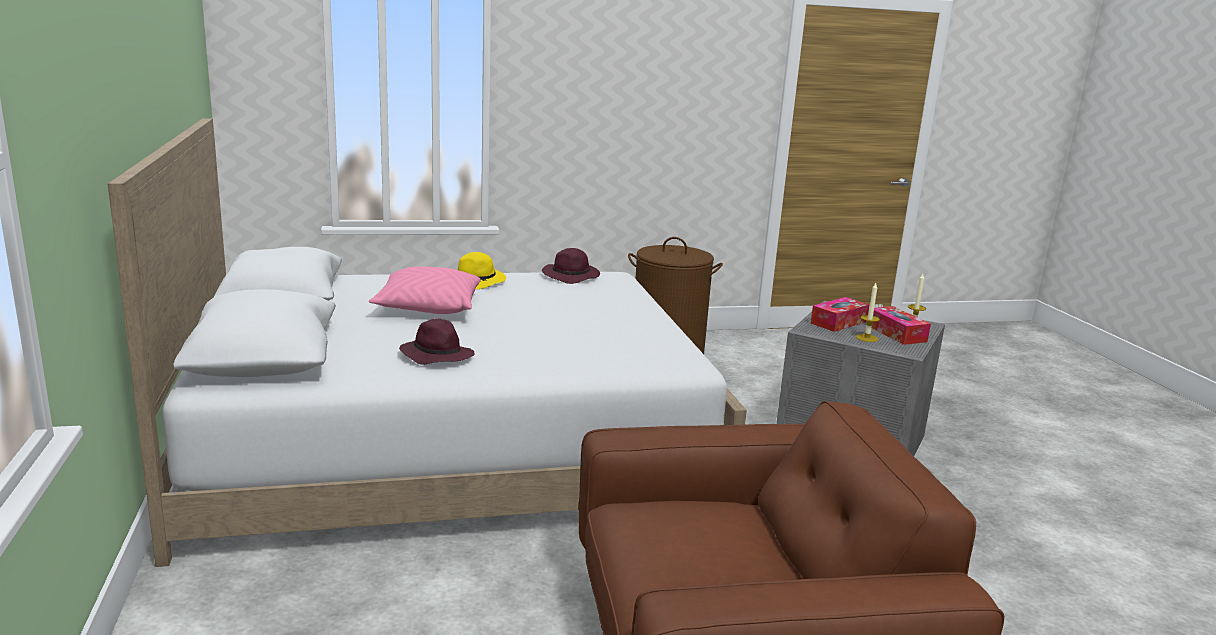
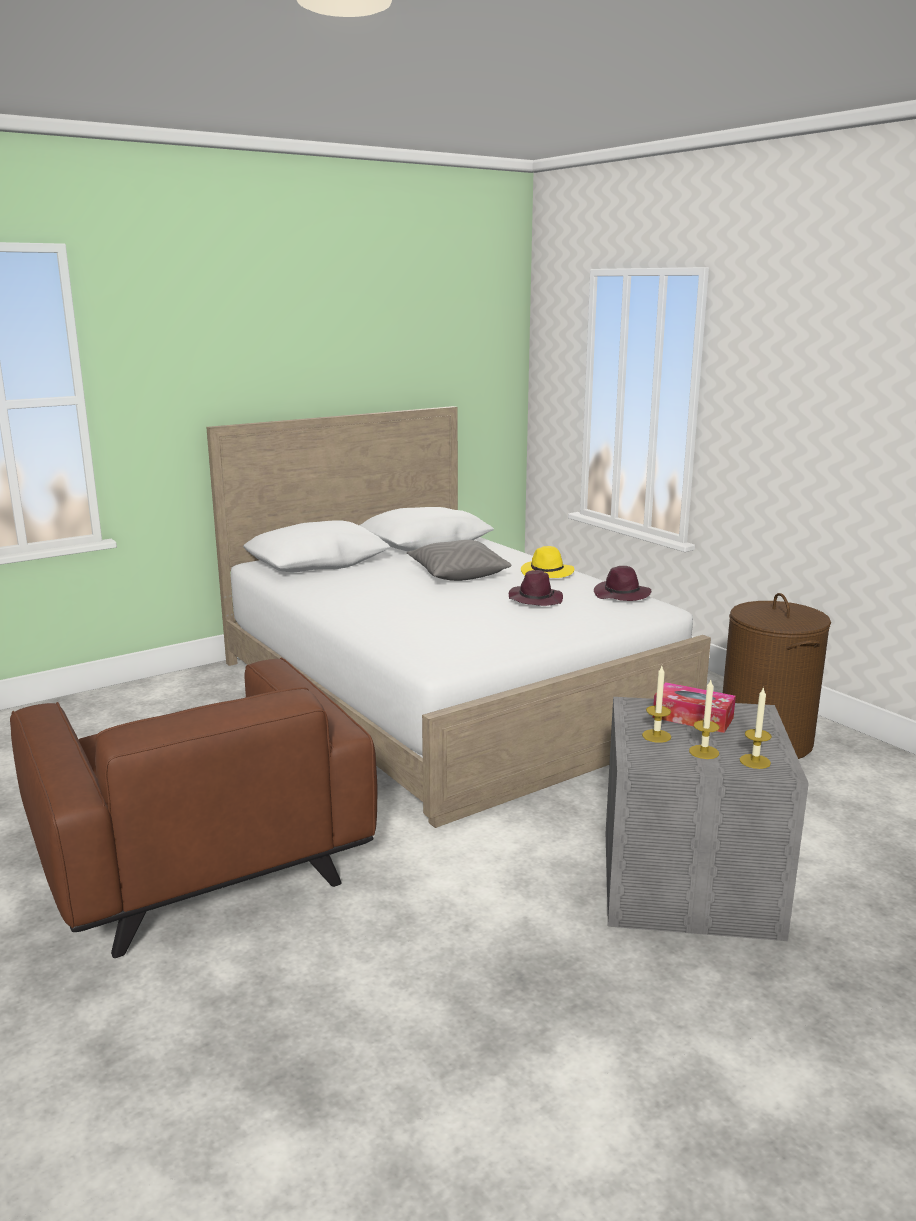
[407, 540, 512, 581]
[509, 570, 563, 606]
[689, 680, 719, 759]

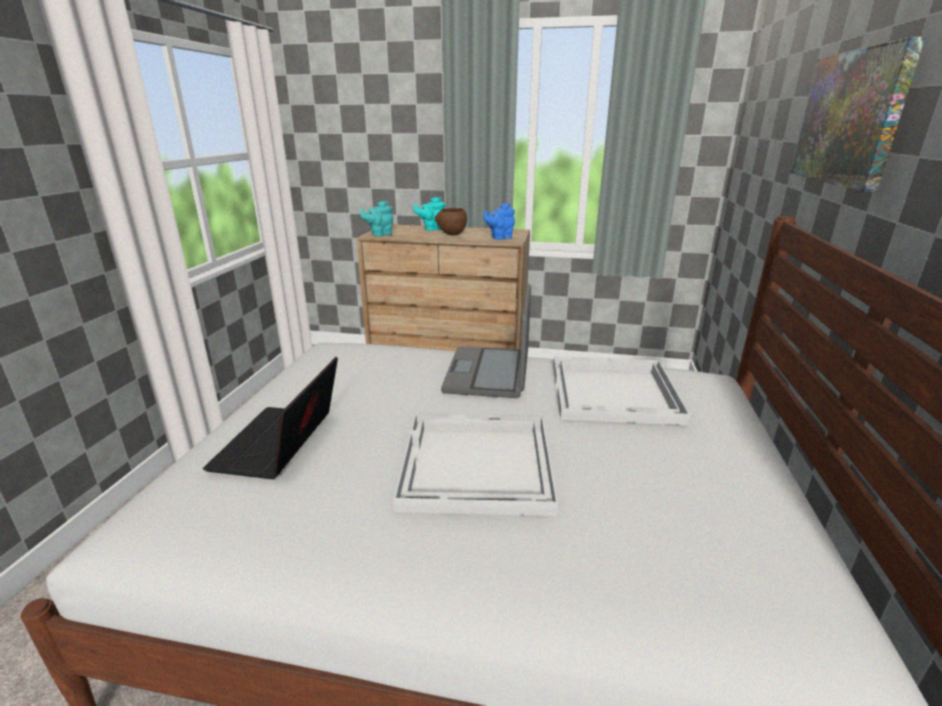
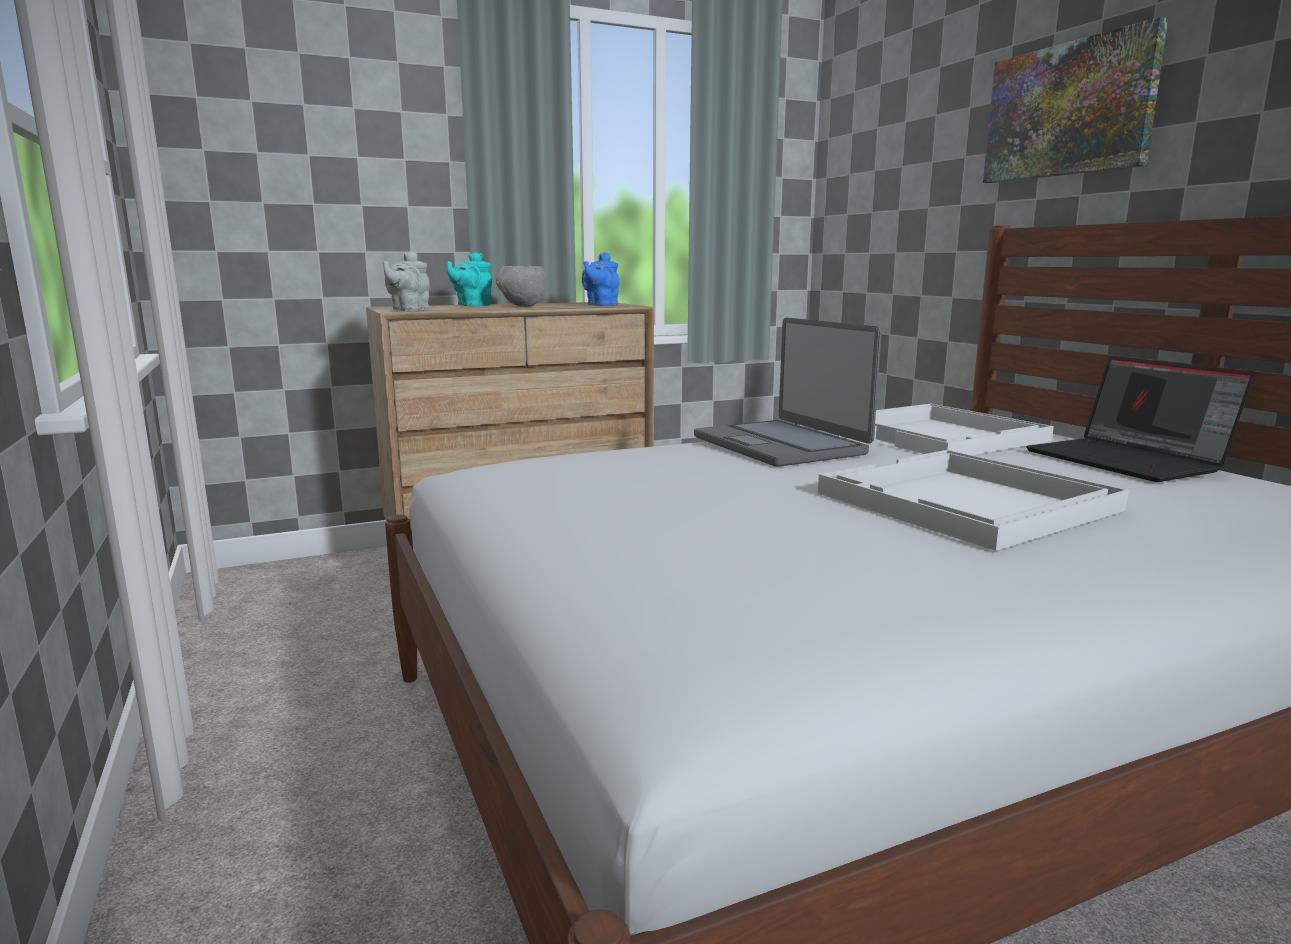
[383, 251, 430, 311]
[495, 266, 547, 307]
[1026, 357, 1254, 482]

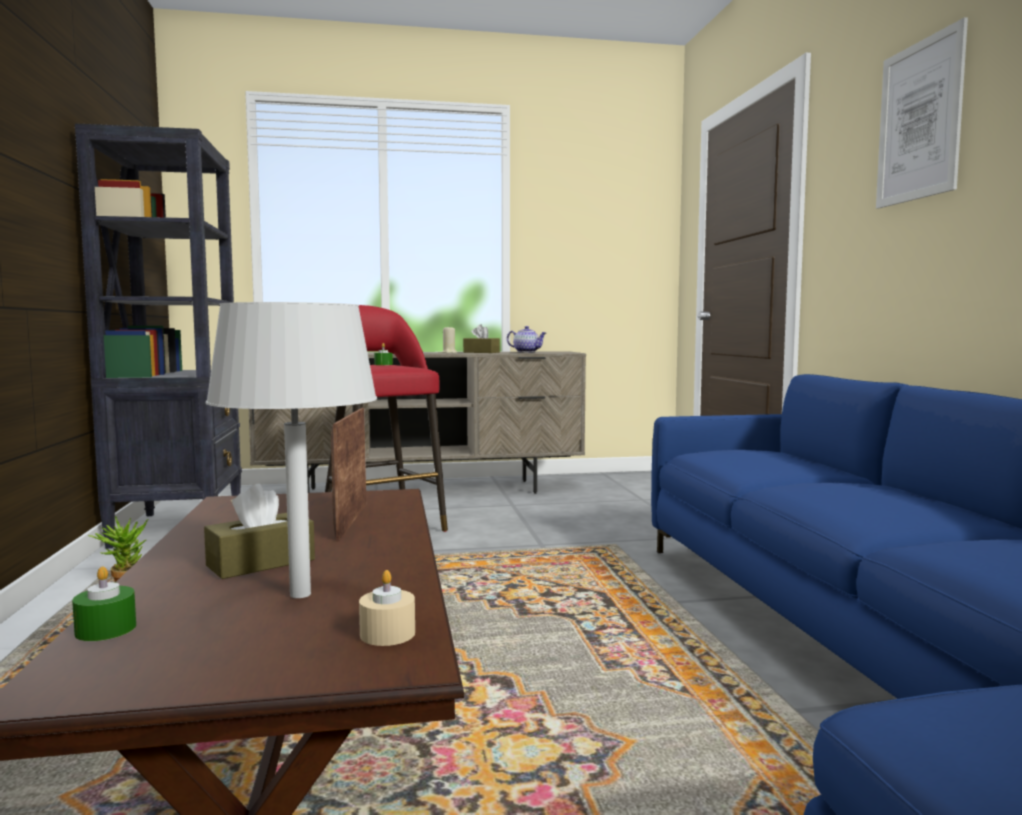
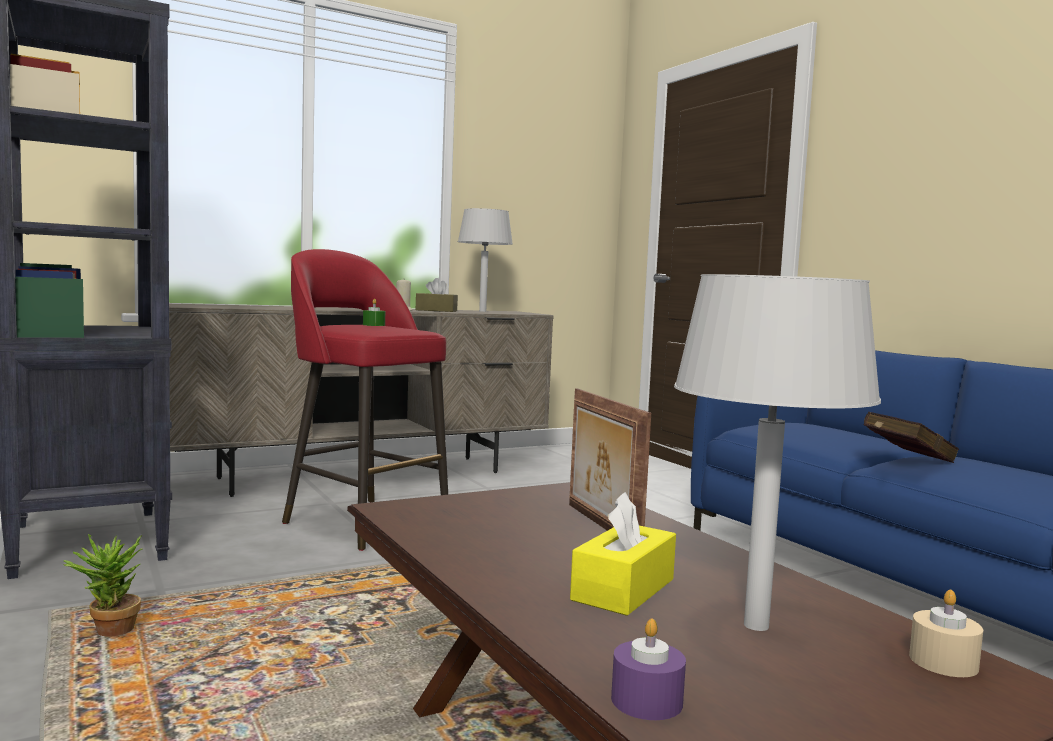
[458, 208, 513, 312]
[570, 492, 676, 616]
[611, 619, 686, 720]
[864, 412, 959, 463]
[876, 17, 968, 209] (first image)

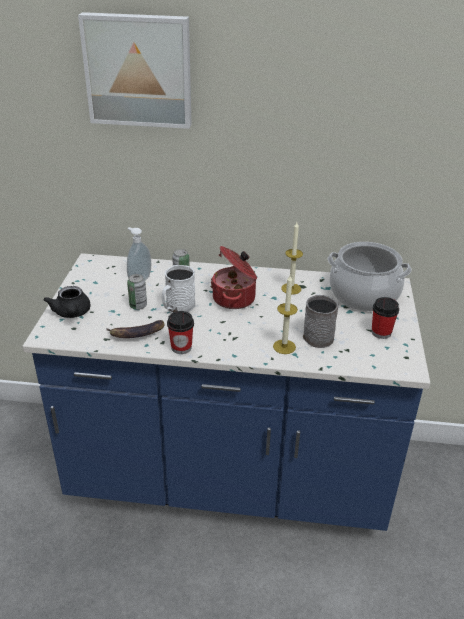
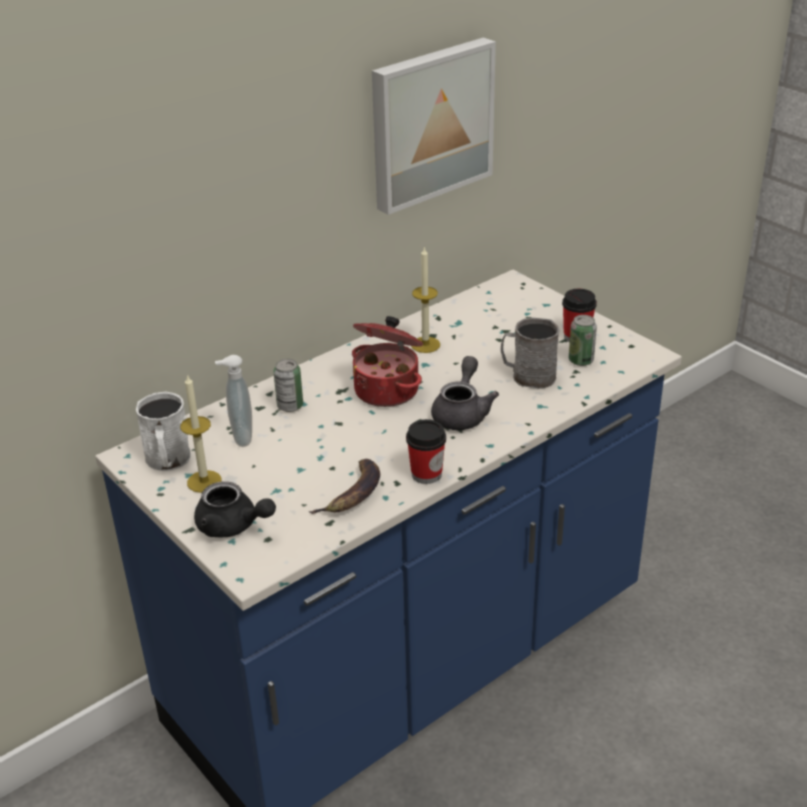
[136, 392, 191, 471]
[180, 374, 222, 493]
[372, 37, 496, 215]
[431, 356, 499, 430]
[569, 315, 597, 366]
[327, 242, 412, 312] (first image)

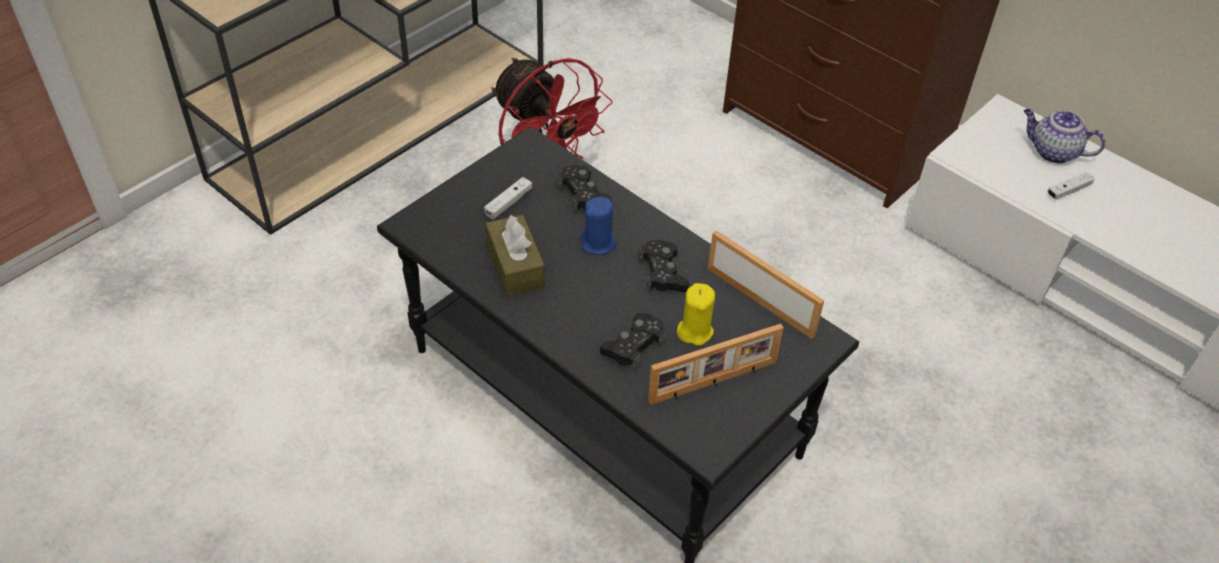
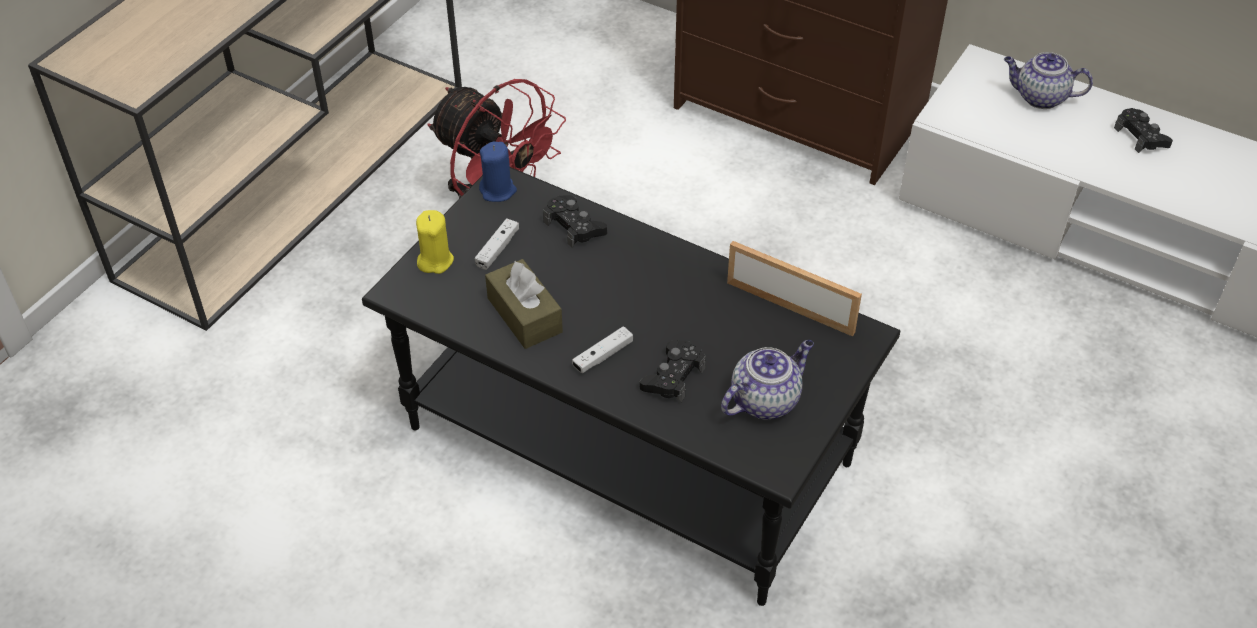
[416, 210, 454, 274]
[479, 142, 517, 202]
[572, 327, 633, 373]
[721, 340, 814, 420]
[1114, 108, 1173, 153]

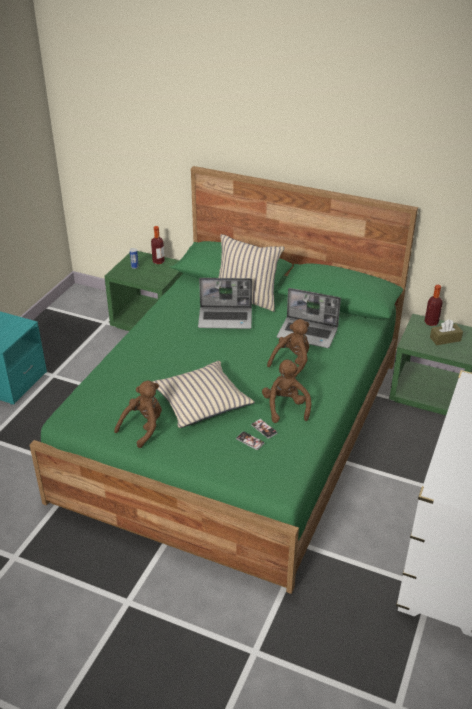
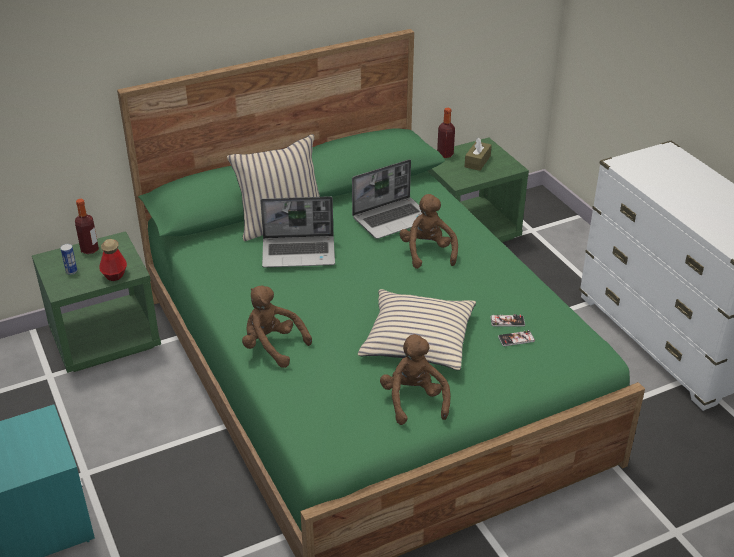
[99, 239, 127, 281]
[242, 285, 312, 368]
[260, 196, 335, 267]

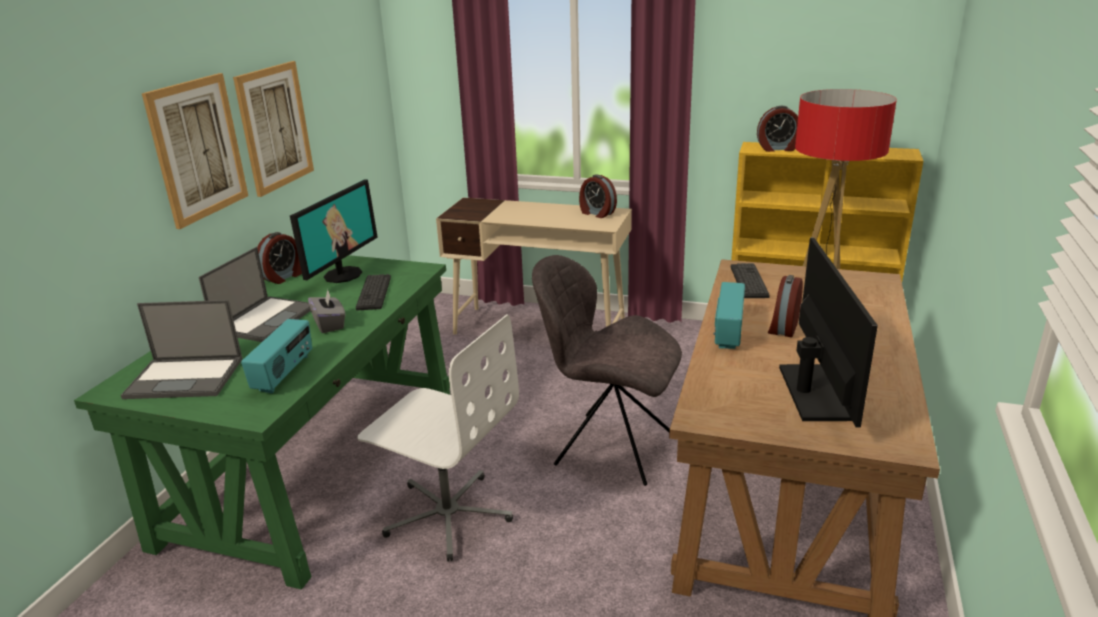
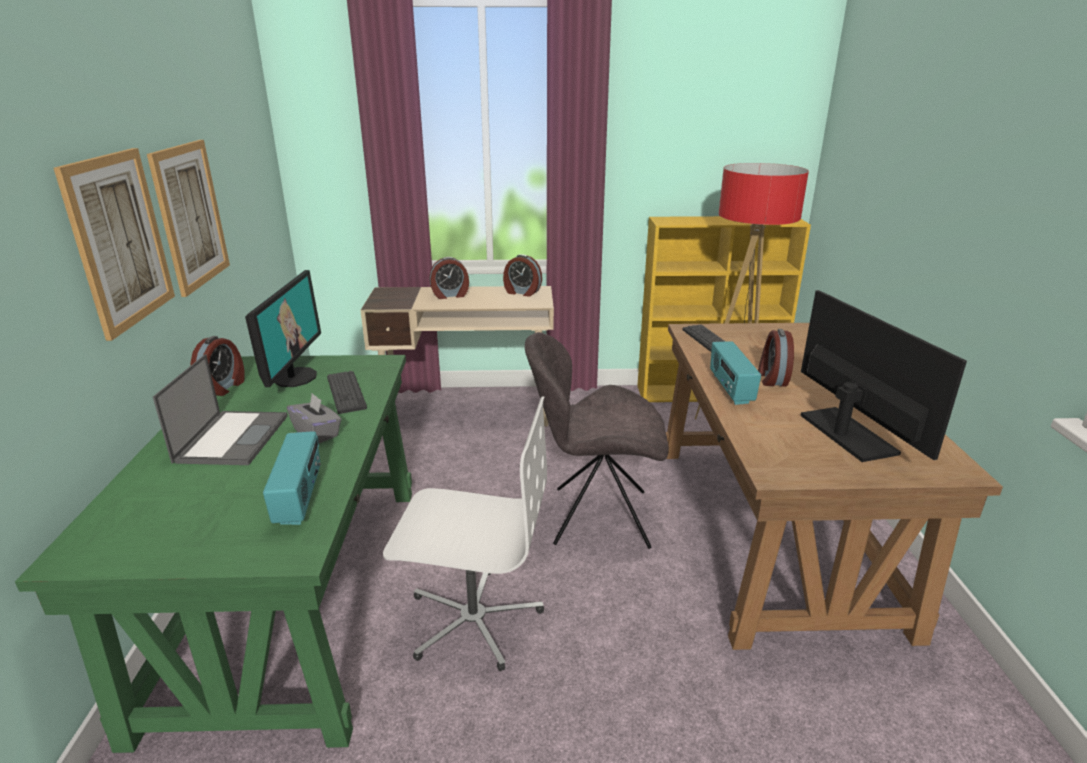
[429, 257, 469, 299]
[121, 300, 242, 399] (first image)

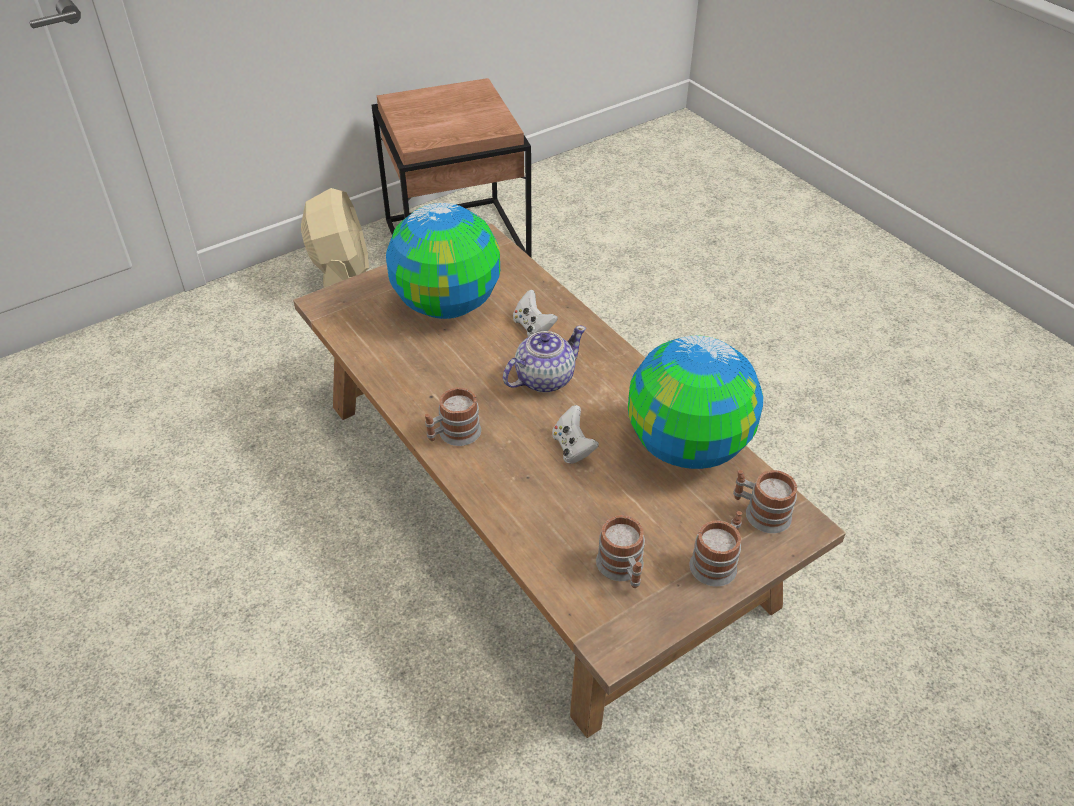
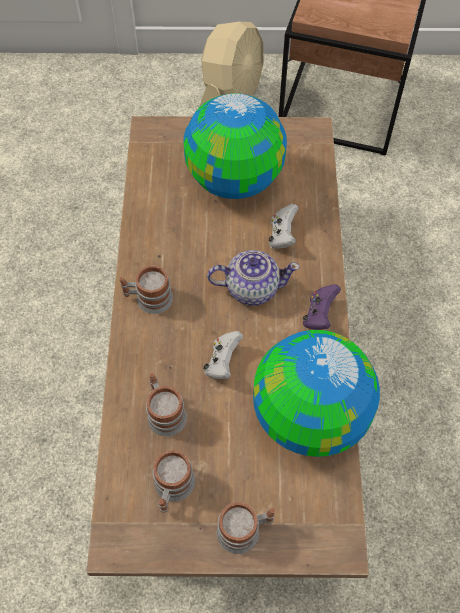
[146, 373, 187, 437]
[303, 284, 341, 330]

